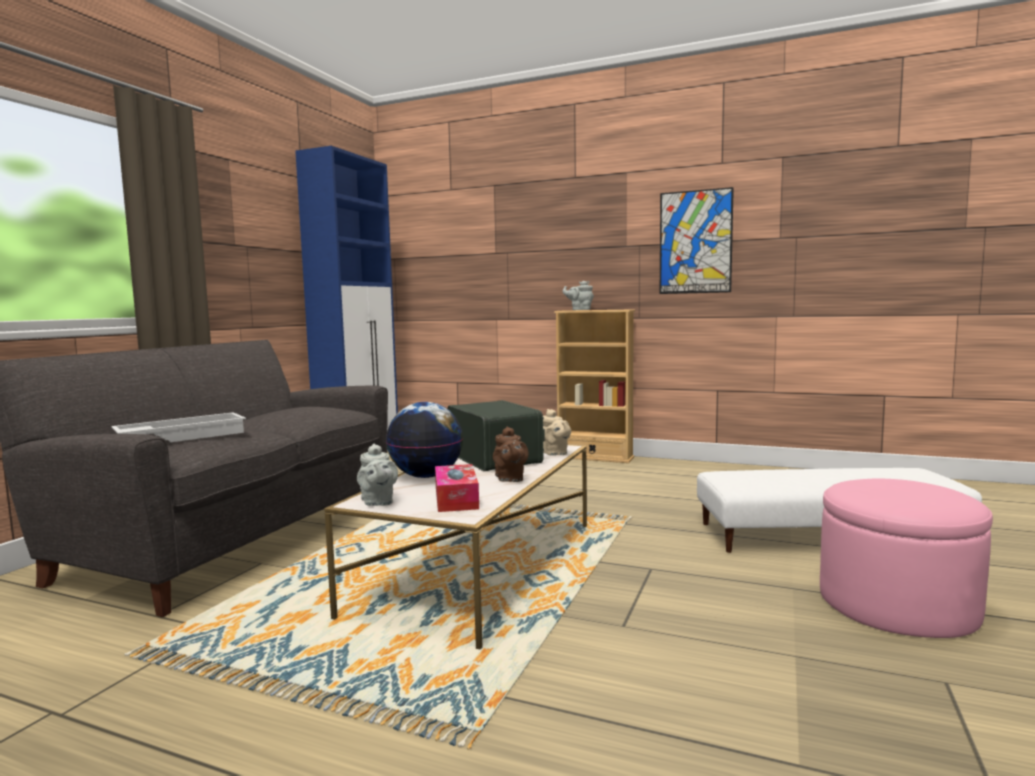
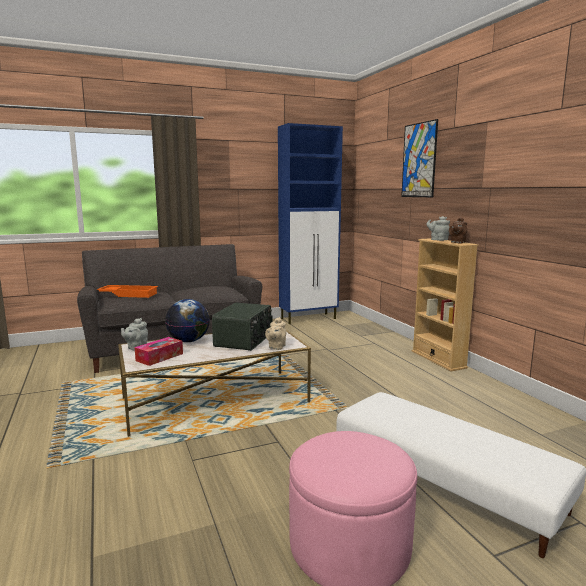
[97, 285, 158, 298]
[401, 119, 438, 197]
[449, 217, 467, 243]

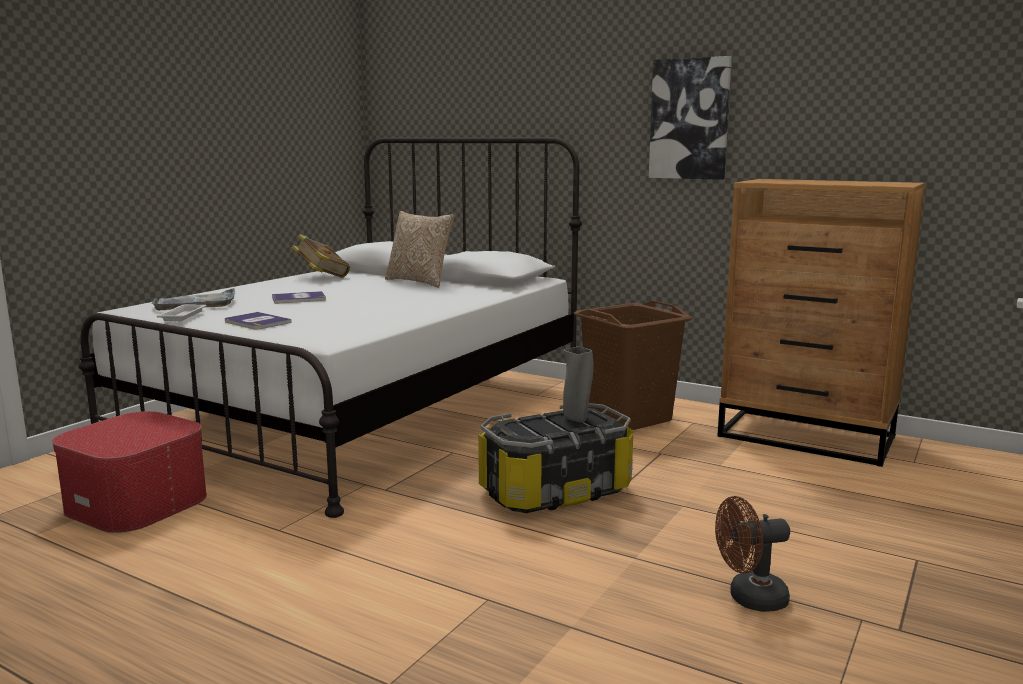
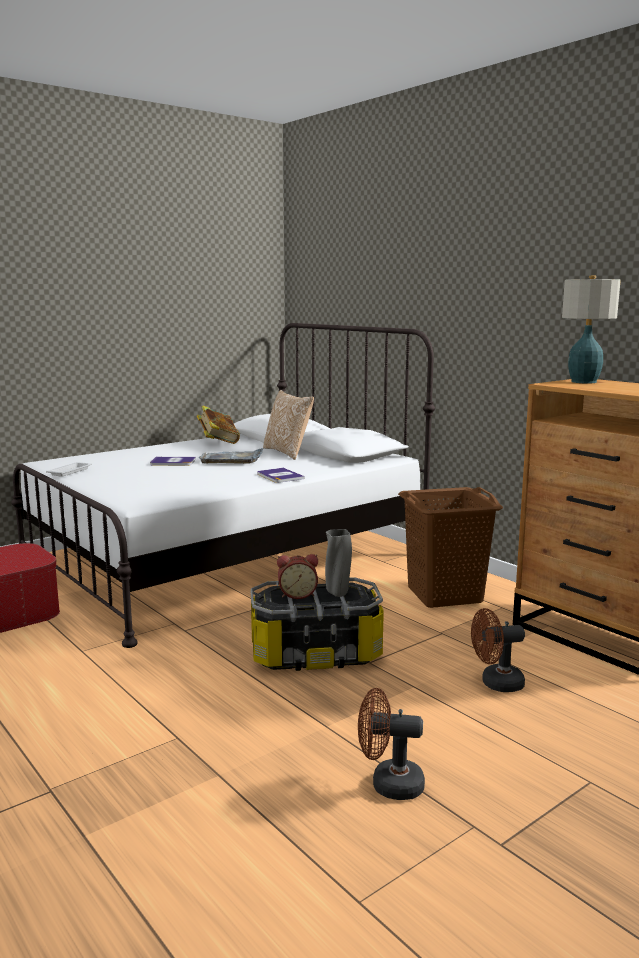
[199, 448, 264, 464]
[257, 468, 305, 483]
[277, 554, 318, 599]
[471, 608, 525, 692]
[562, 276, 621, 383]
[649, 56, 732, 180] (first image)

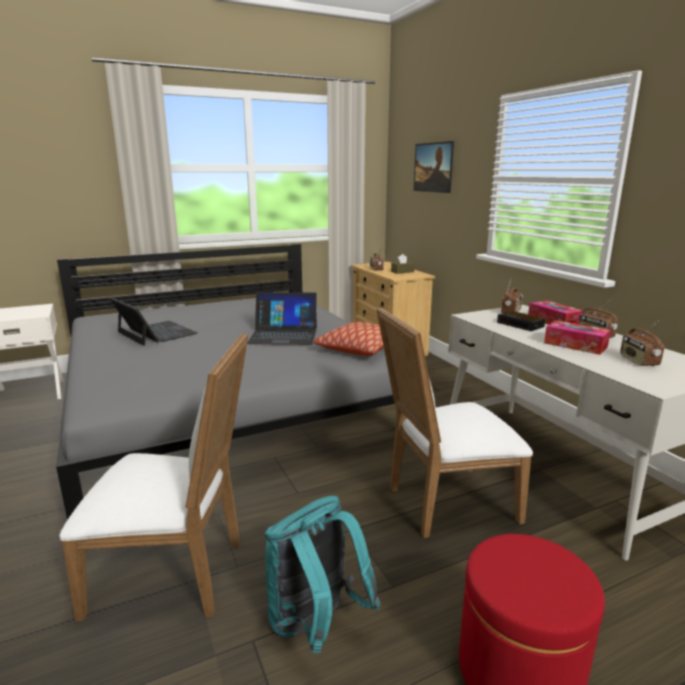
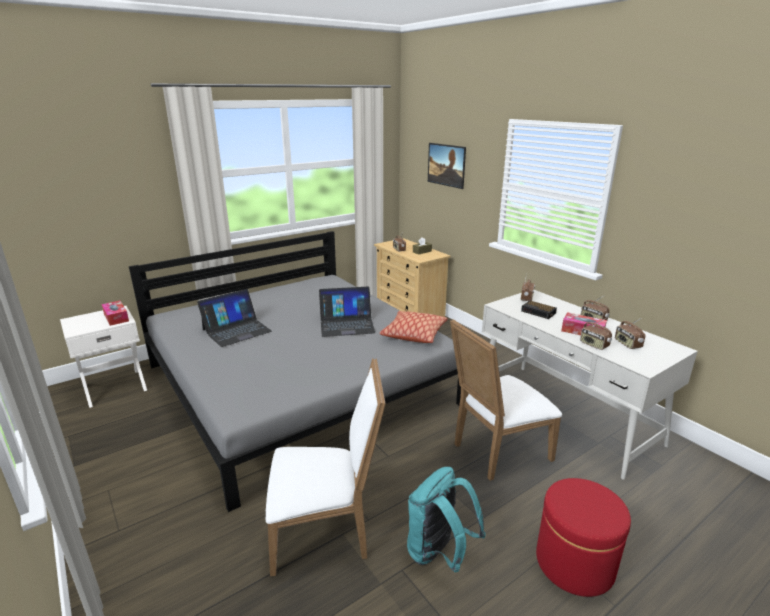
[102, 301, 129, 326]
[197, 289, 272, 347]
[580, 318, 612, 350]

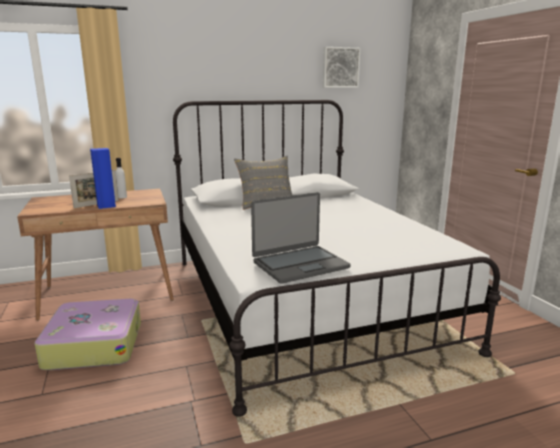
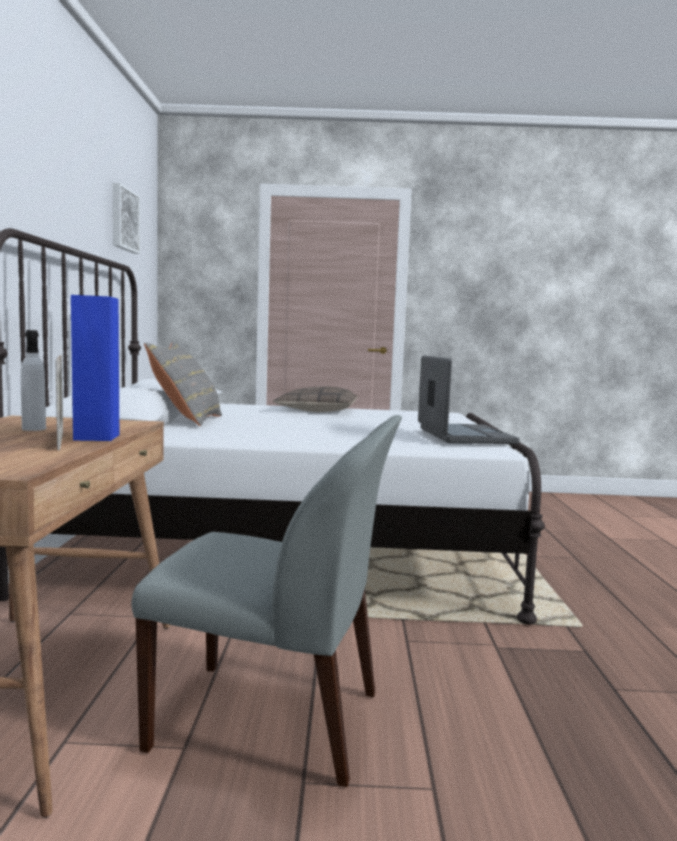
[131, 415, 402, 787]
[273, 386, 358, 412]

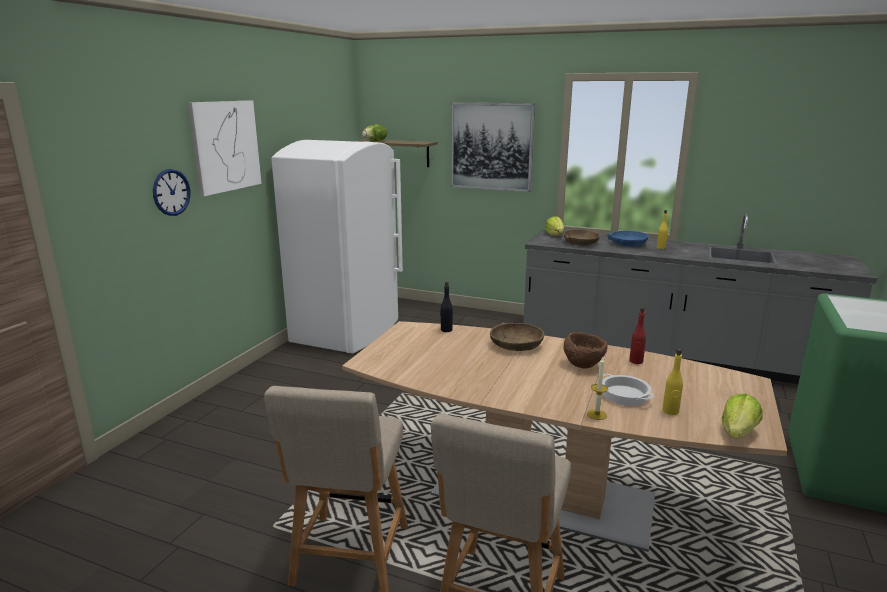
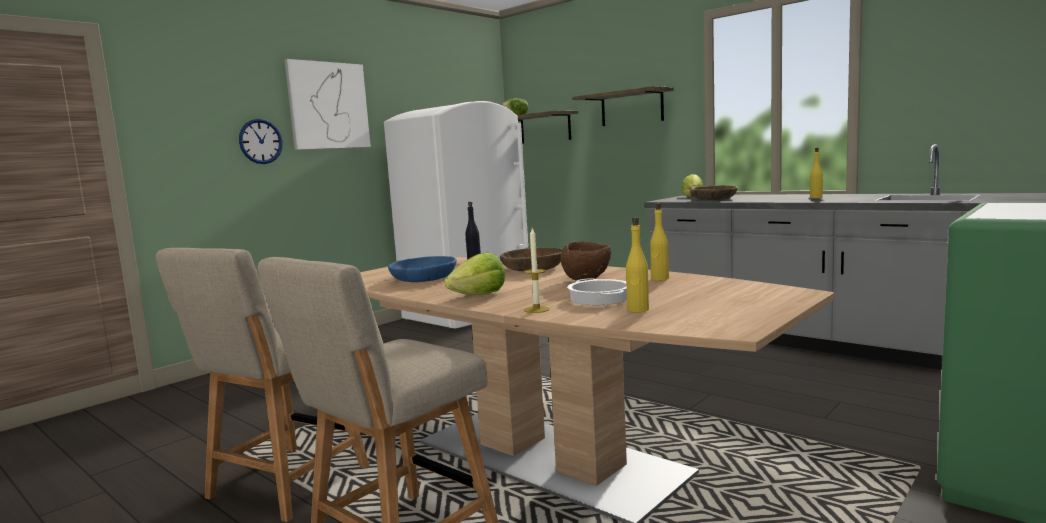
[388, 256, 457, 282]
[445, 253, 506, 295]
[572, 86, 674, 126]
[650, 203, 669, 281]

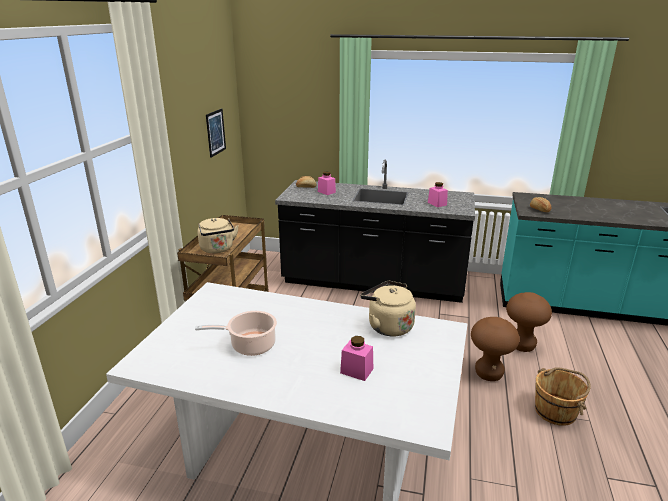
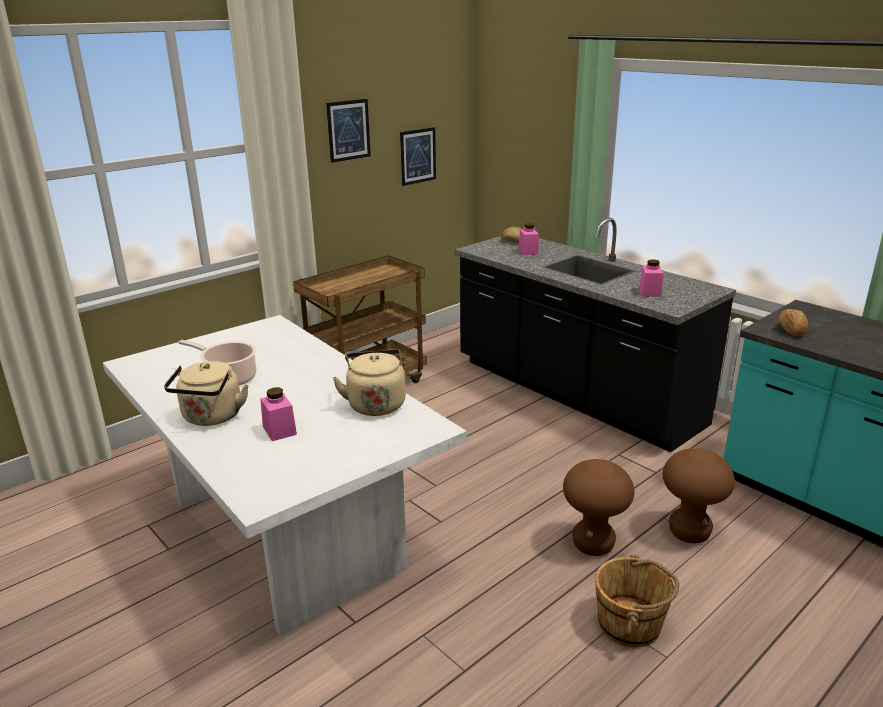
[164, 361, 249, 426]
[326, 99, 371, 163]

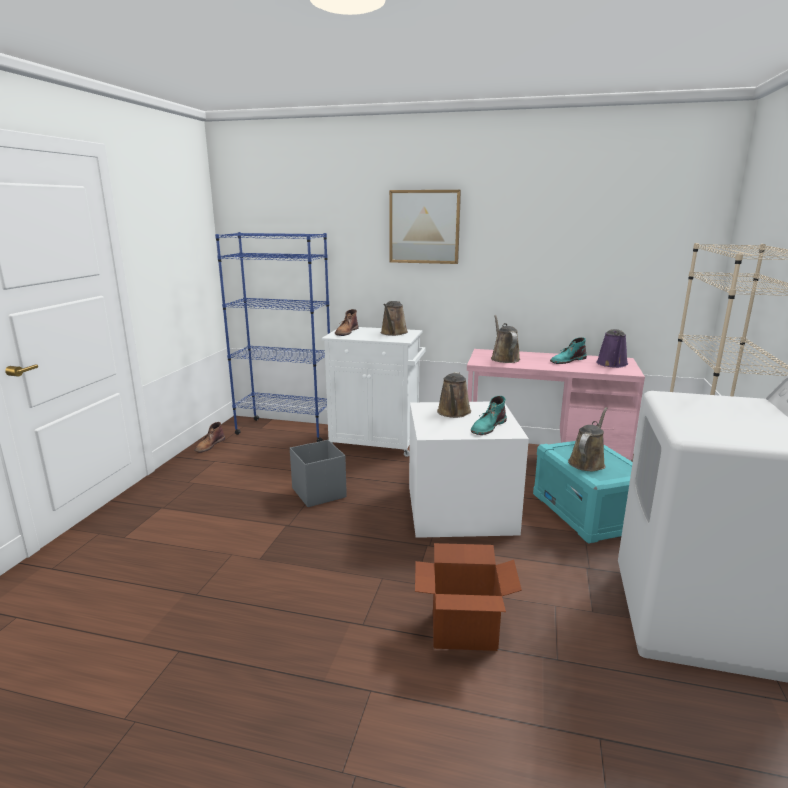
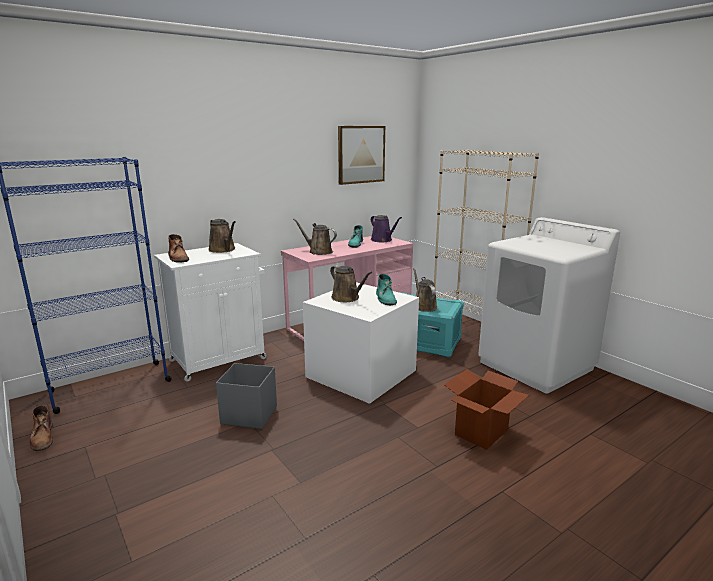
[338, 126, 385, 185]

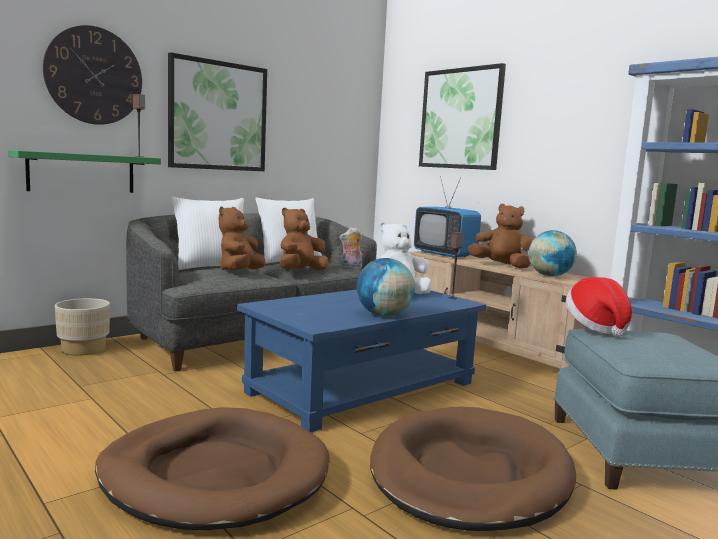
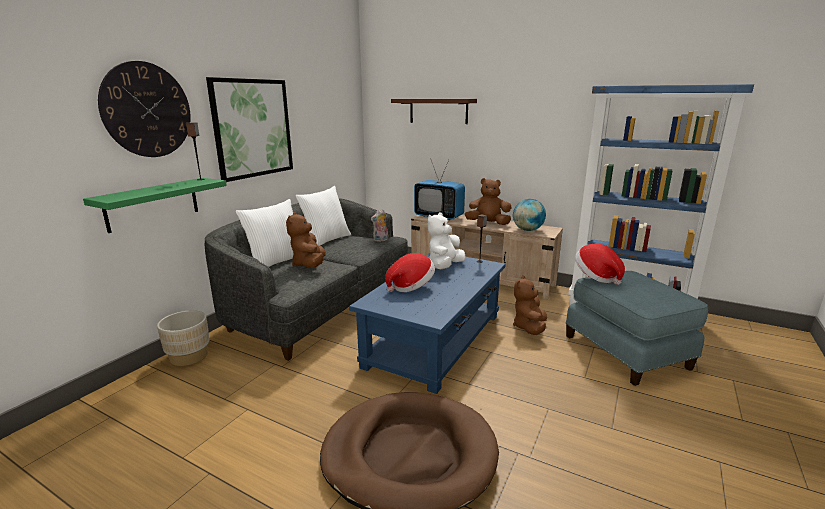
[385, 253, 435, 292]
[391, 99, 477, 124]
[513, 276, 547, 335]
[357, 258, 415, 316] (first image)
[370, 407, 576, 531] (first image)

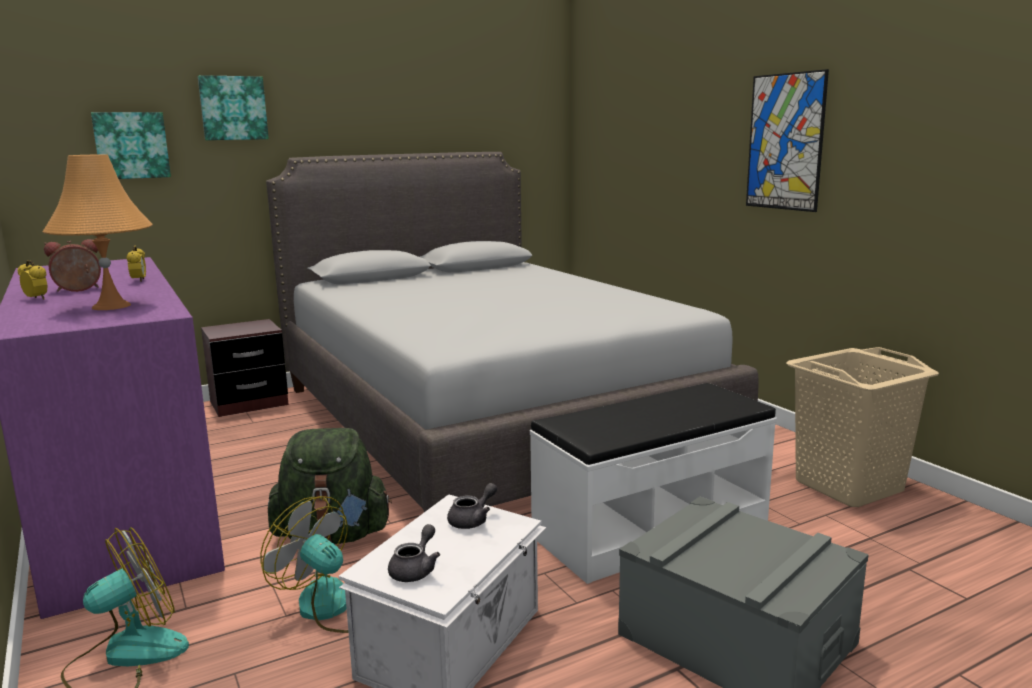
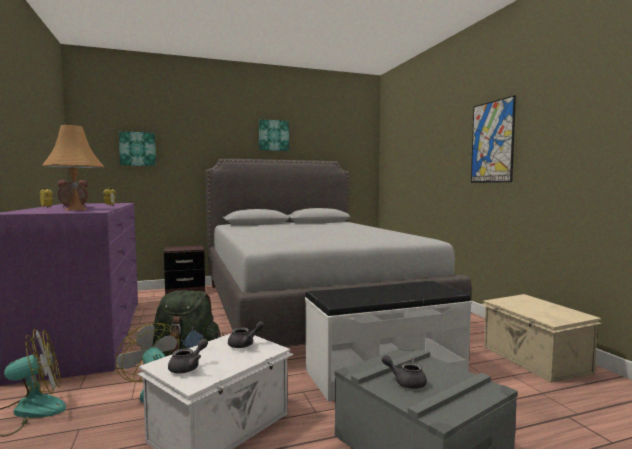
[259, 119, 289, 151]
[382, 355, 427, 389]
[481, 294, 602, 383]

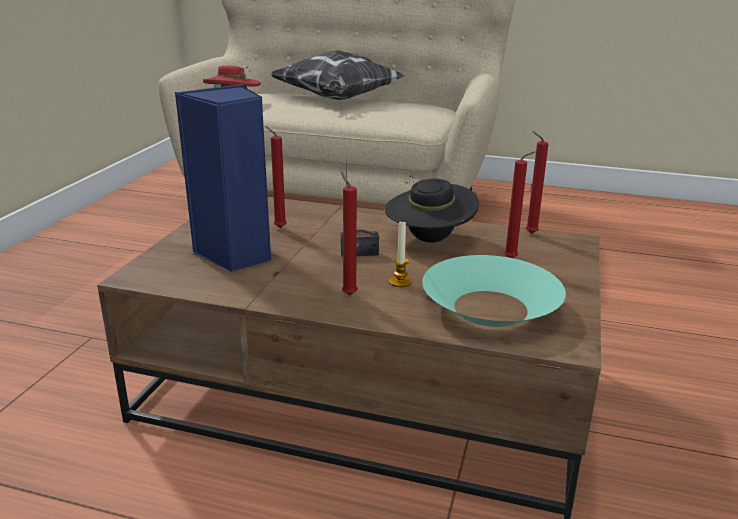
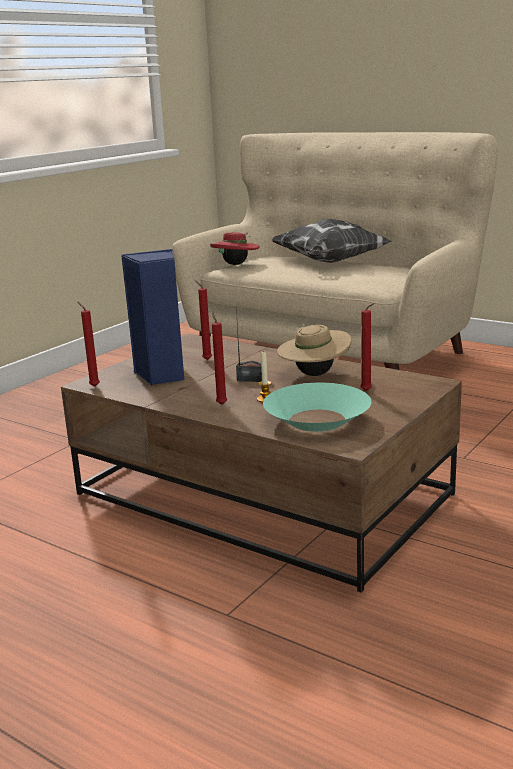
[77, 301, 100, 387]
[277, 322, 352, 376]

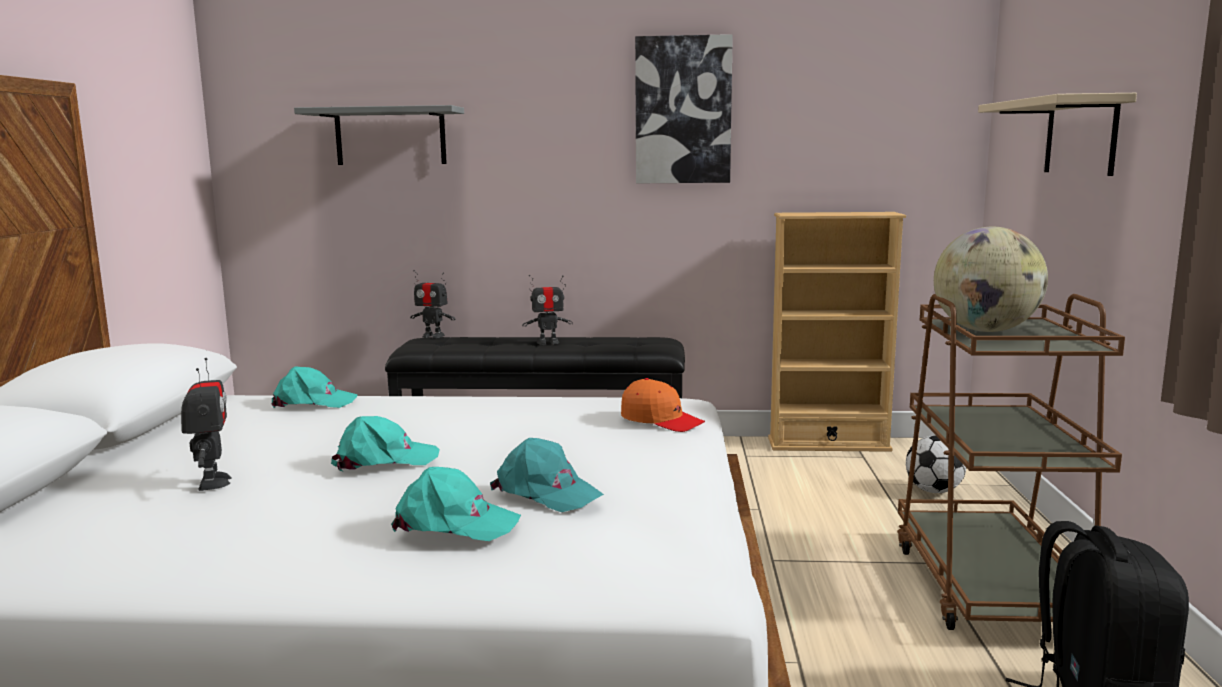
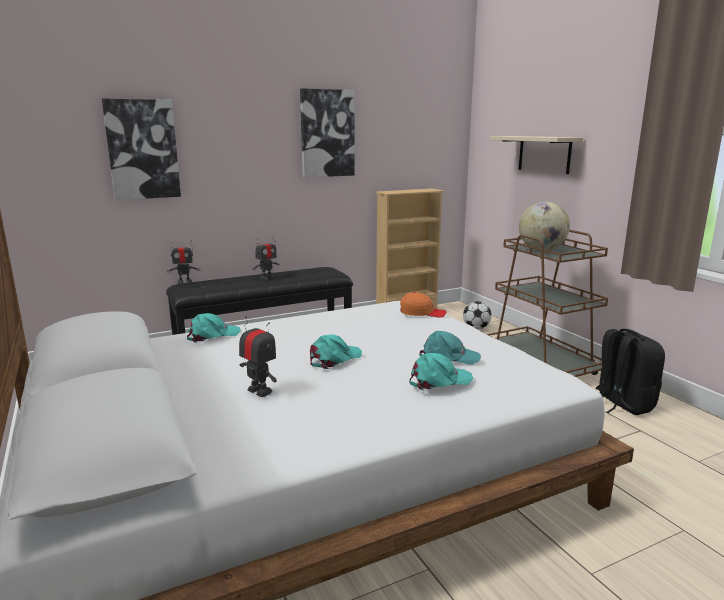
[102, 98, 181, 200]

